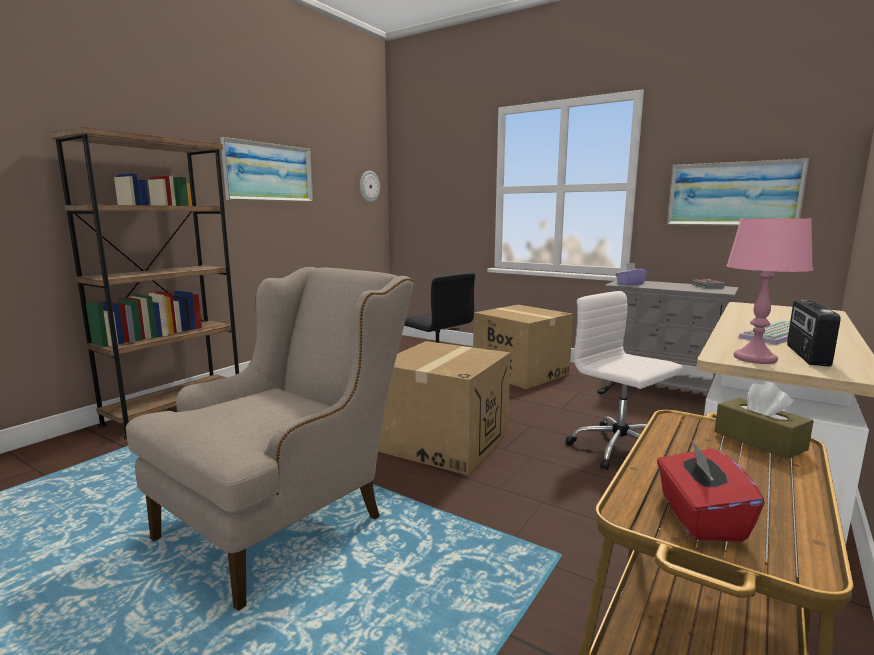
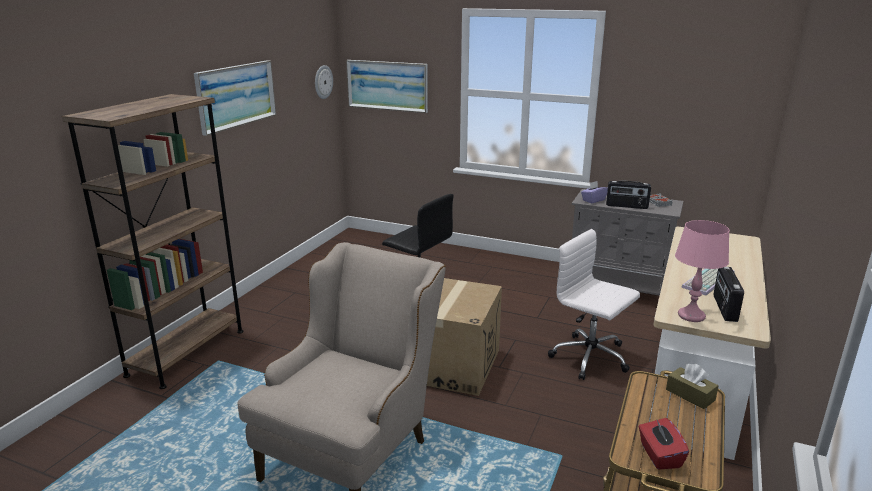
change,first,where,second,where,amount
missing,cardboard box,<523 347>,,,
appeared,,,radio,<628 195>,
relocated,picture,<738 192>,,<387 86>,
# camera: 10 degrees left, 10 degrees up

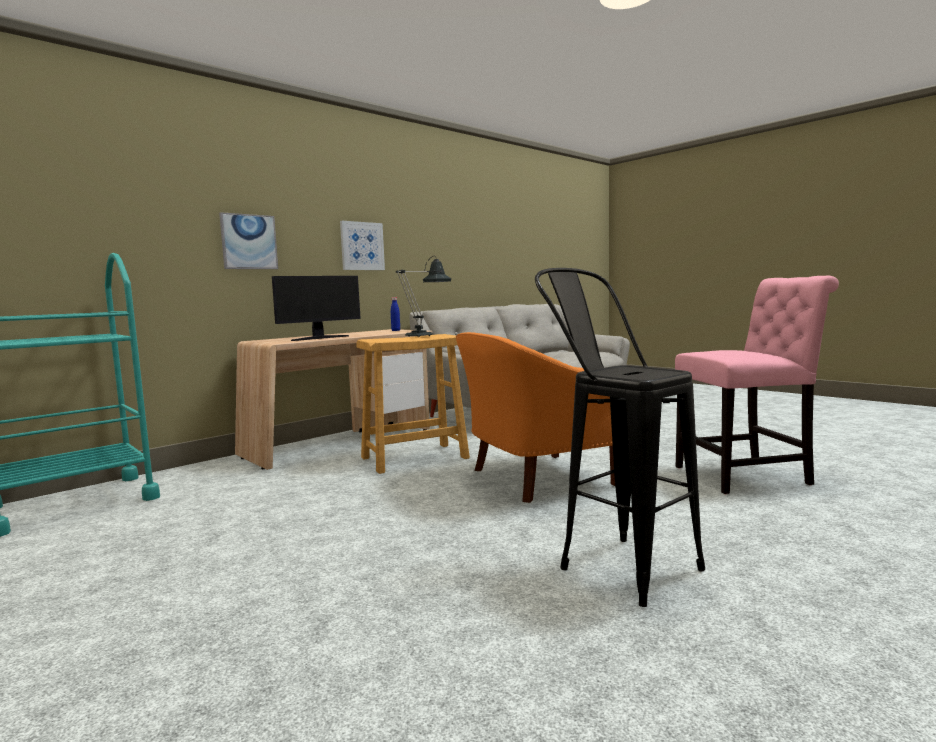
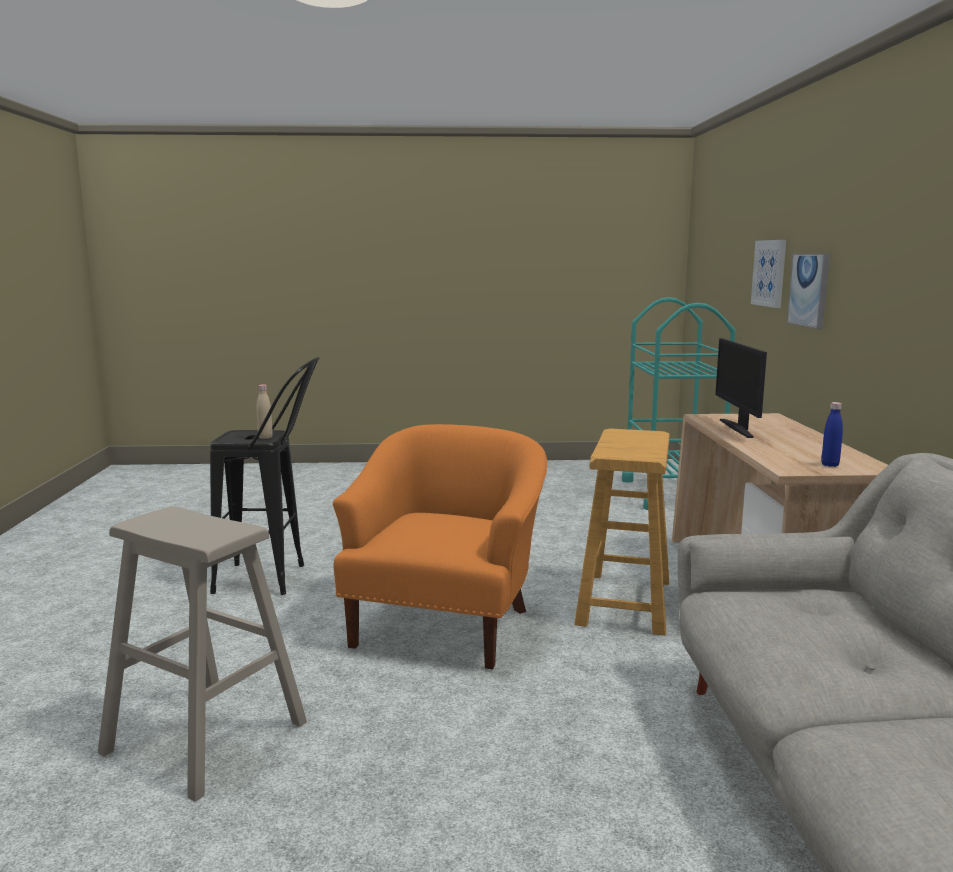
change,first,where,second,where,amount
missing,lamp for a table,<423 296>,,,
appeared,,,beige-coloured beverage bottle,<265 411>,
relocated,picture,<362 245>,,<768 274>,
exchanged,pink upright chair,<757 385>,beige-coloured sitting stool,<202 654>,
# camera: 130 degrees right, 5 degrees up

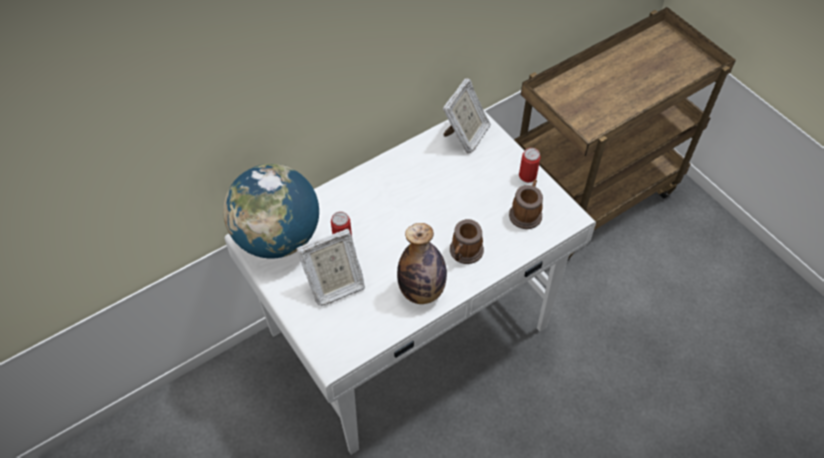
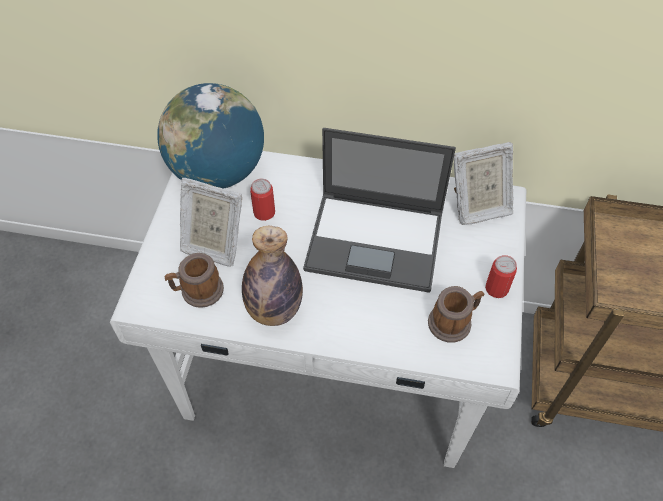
change,first,where,second,where,amount
appeared,,,notebook computer,<379 210>,
relocated,mug,<467 241>,,<194 280>,
# camera: 45 degrees right, 0 degrees up

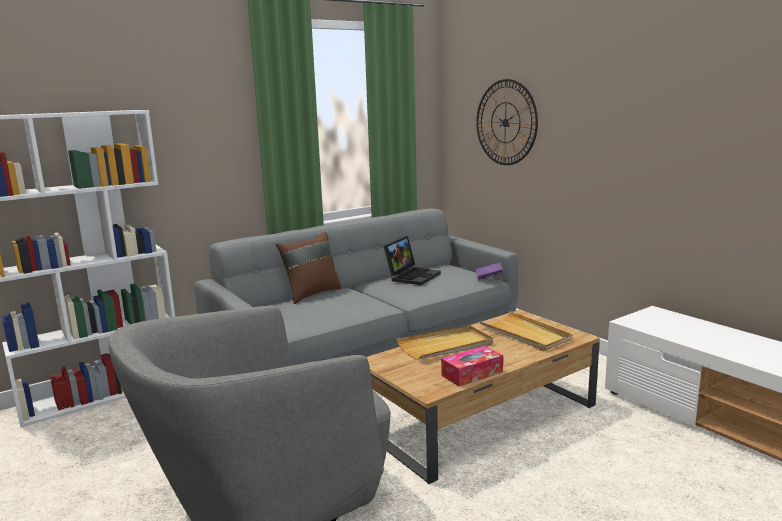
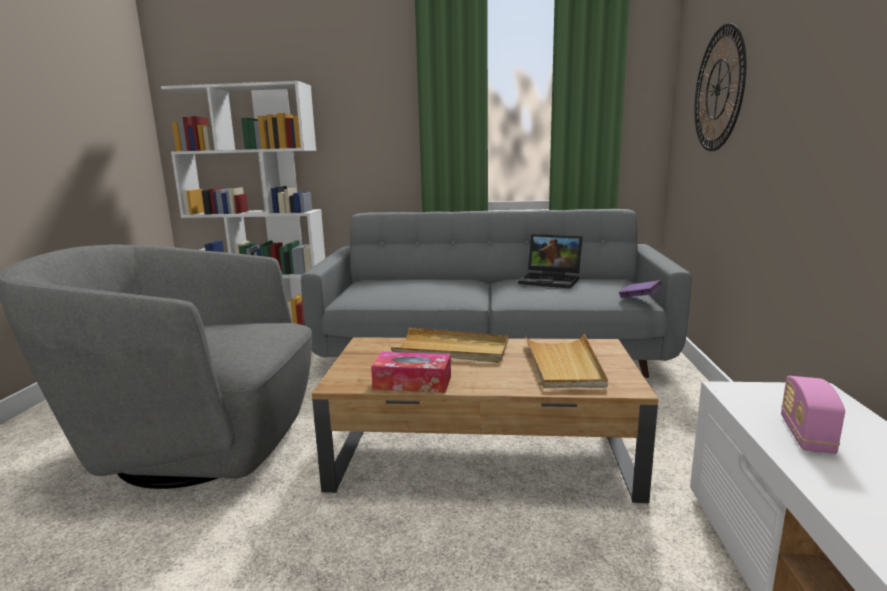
change,first,where,second,where,amount
missing,brown throw pillow,<308 267>,,,
appeared,,,radio,<813 415>,
spun,notebook computer,<412 260>,,<550 261>,45 degrees clockwise
# camera: 40 degrees right, 0 degrees up

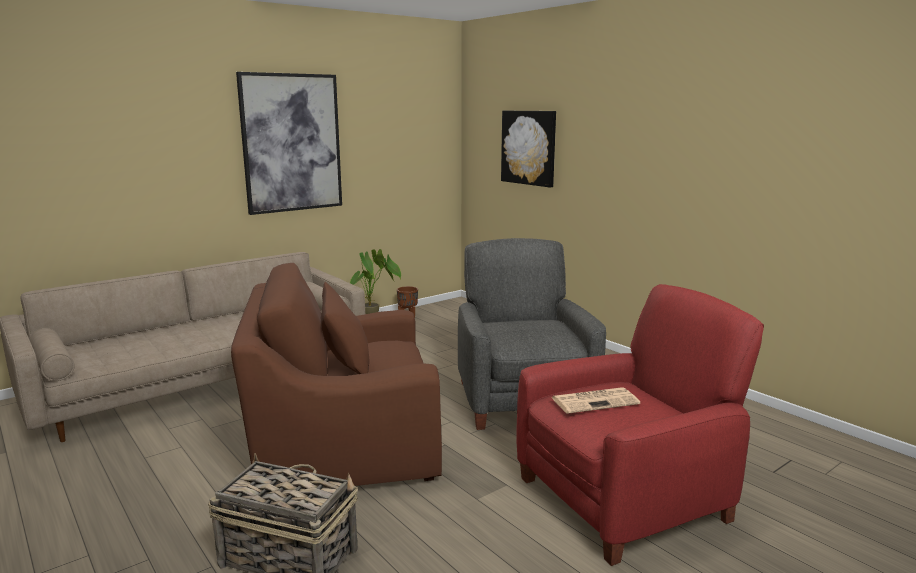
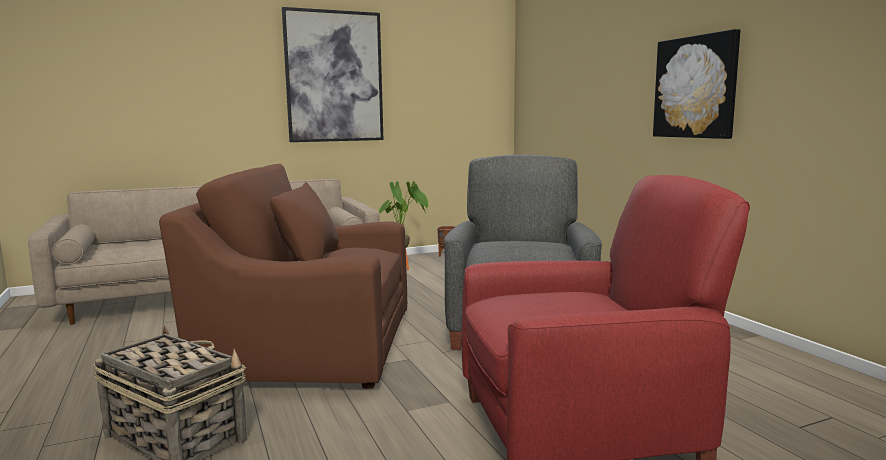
change,first,where,second,where,amount
missing,printed paper,<595 400>,,,
relocated,picture,<528 149>,,<696 84>,
# camera: 15 degrees right, 5 degrees down

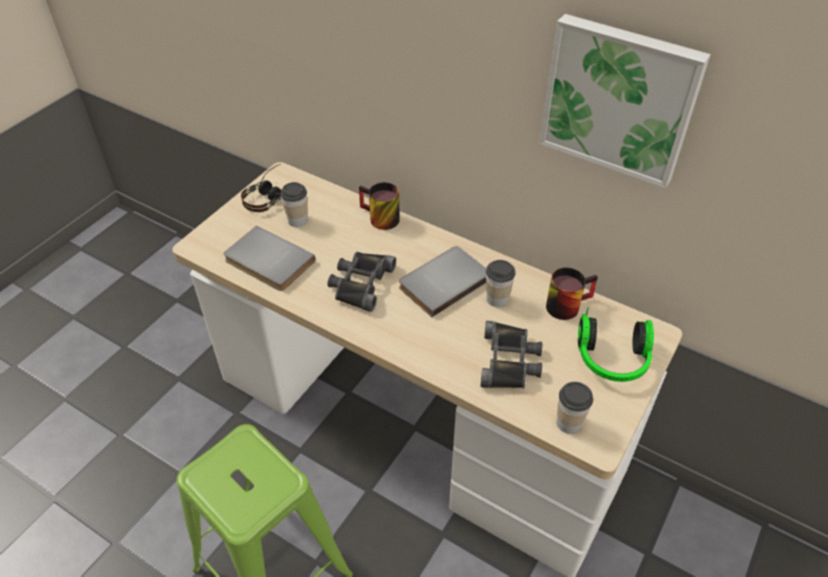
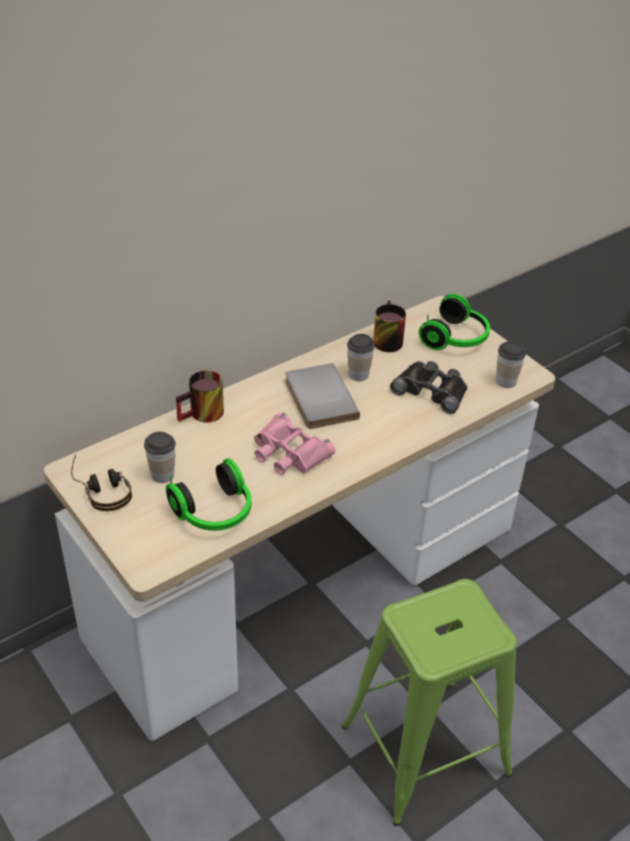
change,first,where,second,where,amount
missing,picture,<625 101>,,,
exchanged,greyish book,<269 258>,pair of headphones,<208 494>,
colour,black-coloured binoculars,<362 282>,pink binoculars,<294 443>,
# camera: 70 degrees left, 5 degrees down

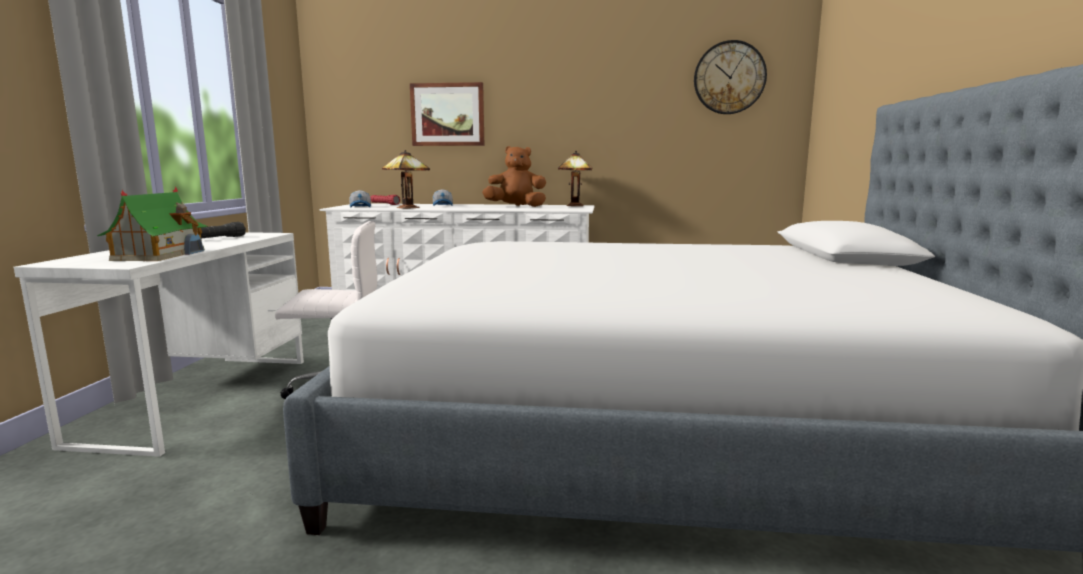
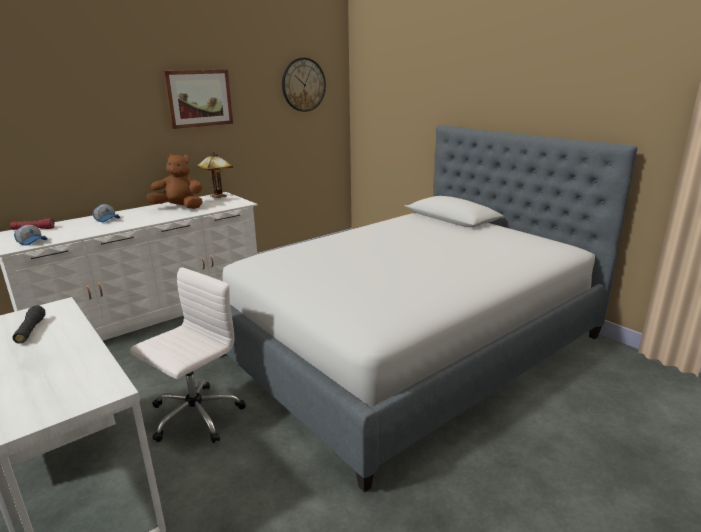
change,first,where,second,where,amount
missing,toy house,<152 224>,,,
missing,lamp for a table,<406 179>,,,
relocated,picture,<447 114>,,<198 99>,
spun,brown plush toy,<514 176>,,<174 181>,45 degrees clockwise
# camera: 45 degrees left, 10 degrees up

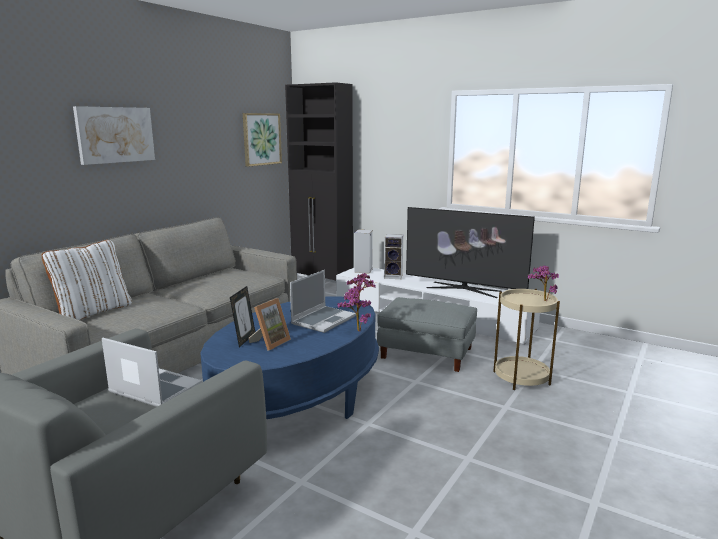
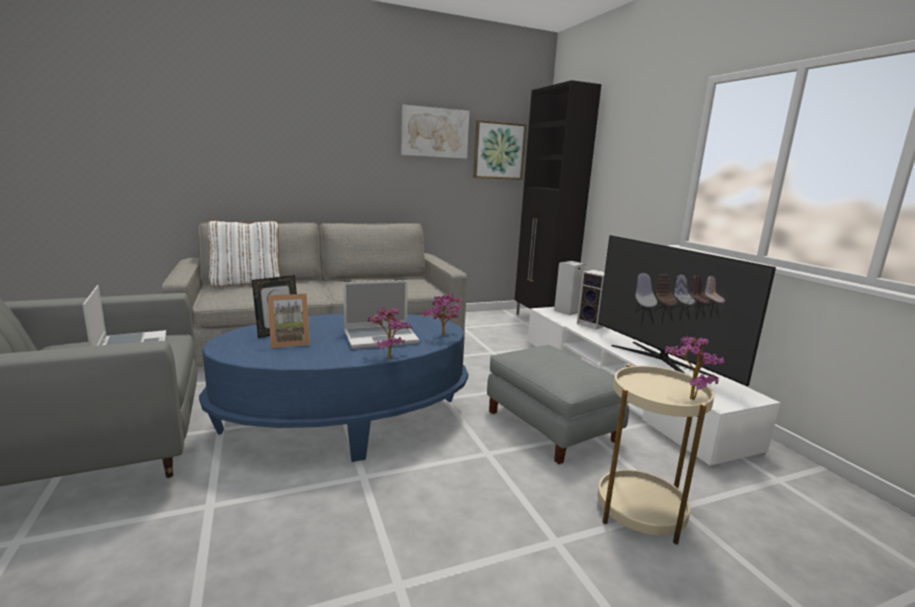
change,first,where,second,where,amount
relocated,picture,<114 135>,,<435 132>,
# camera: 35 degrees right, 0 degrees up

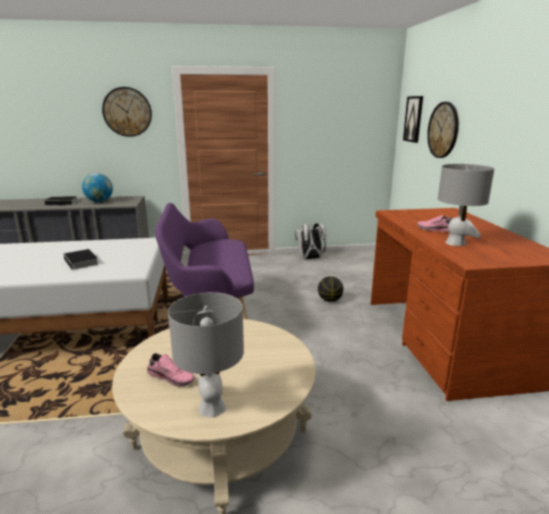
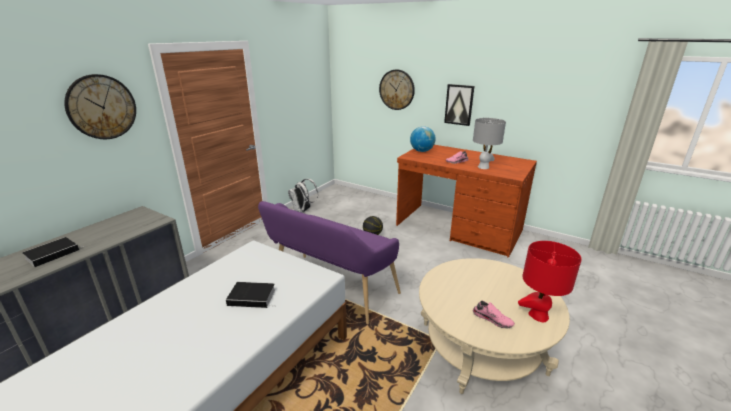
change,first,where,second,where,amount
relocated,world globe,<97 187>,,<423 139>,
relocated,picture,<413 119>,,<459 105>,
colour,greyish lamp for a table,<206 355>,red lamp for a table,<550 282>,
spun,pink low shoe,<170 370>,,<494 314>,60 degrees clockwise
# camera: 50 degrees left, 5 degrees up

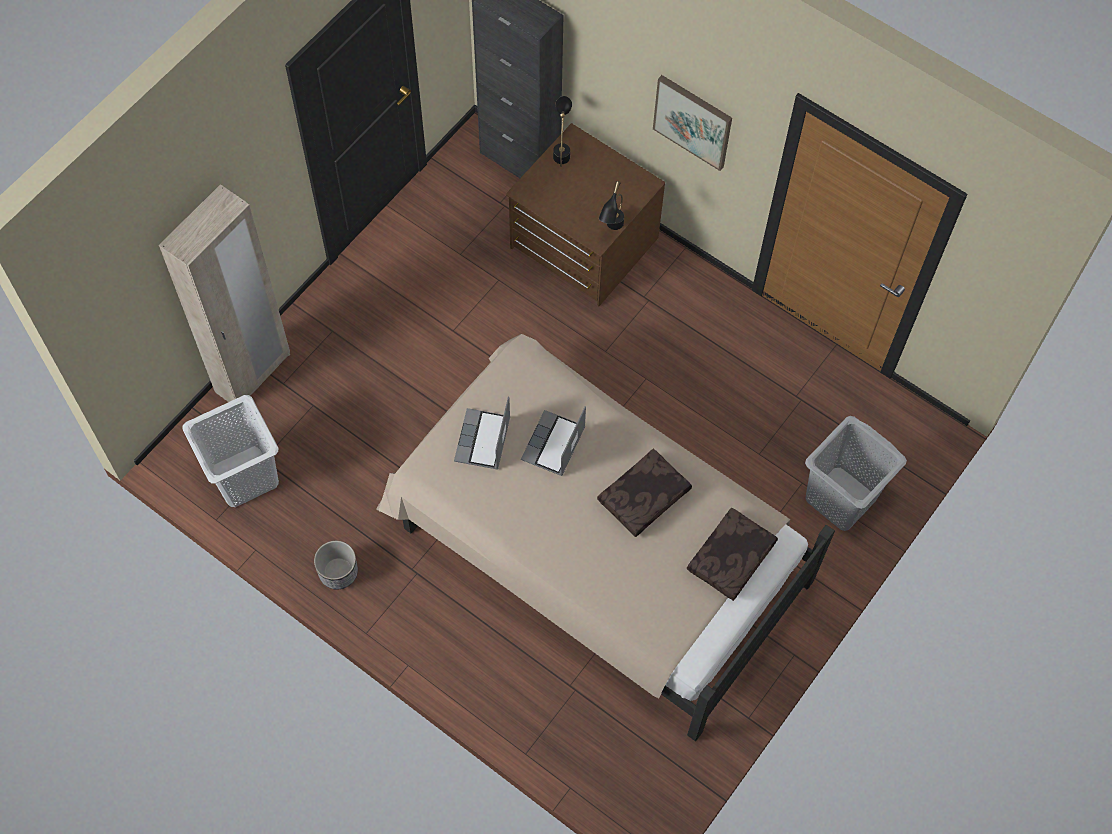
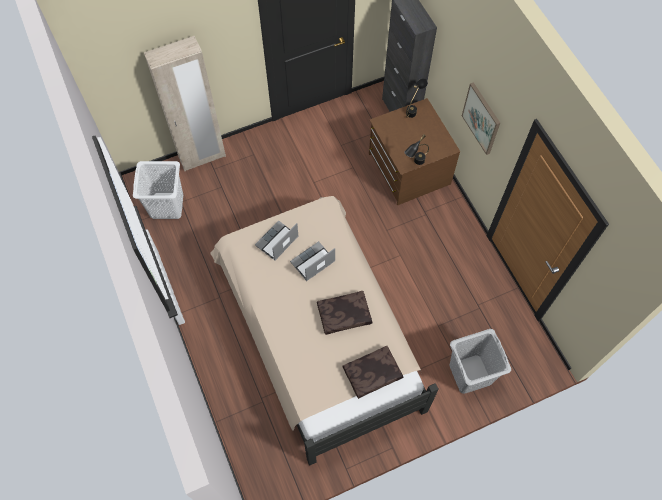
change,first,where,second,where,amount
missing,planter,<336 565>,,,
# camera: 30 degrees right, 0 degrees up

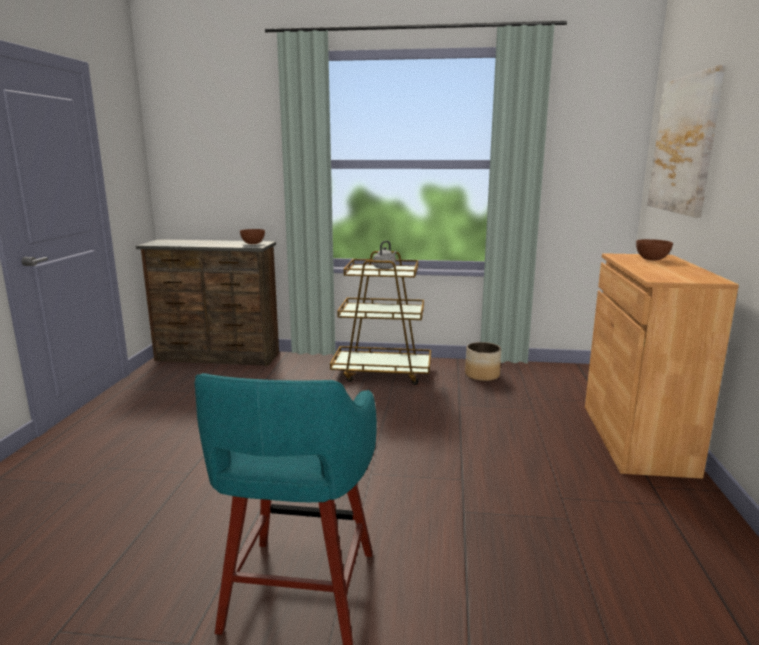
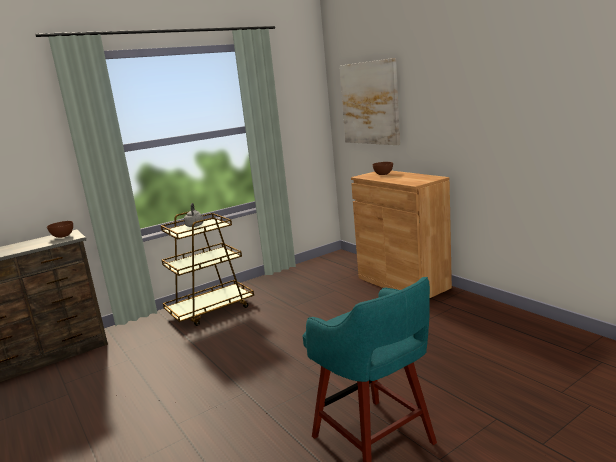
change,first,where,second,where,amount
missing,planter,<483 361>,,,
# camera: 40 degrees left, 0 degrees up

